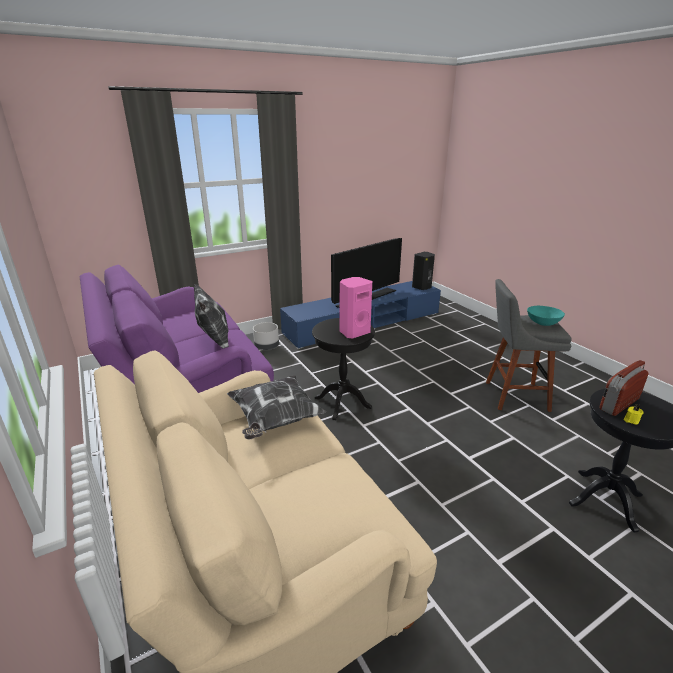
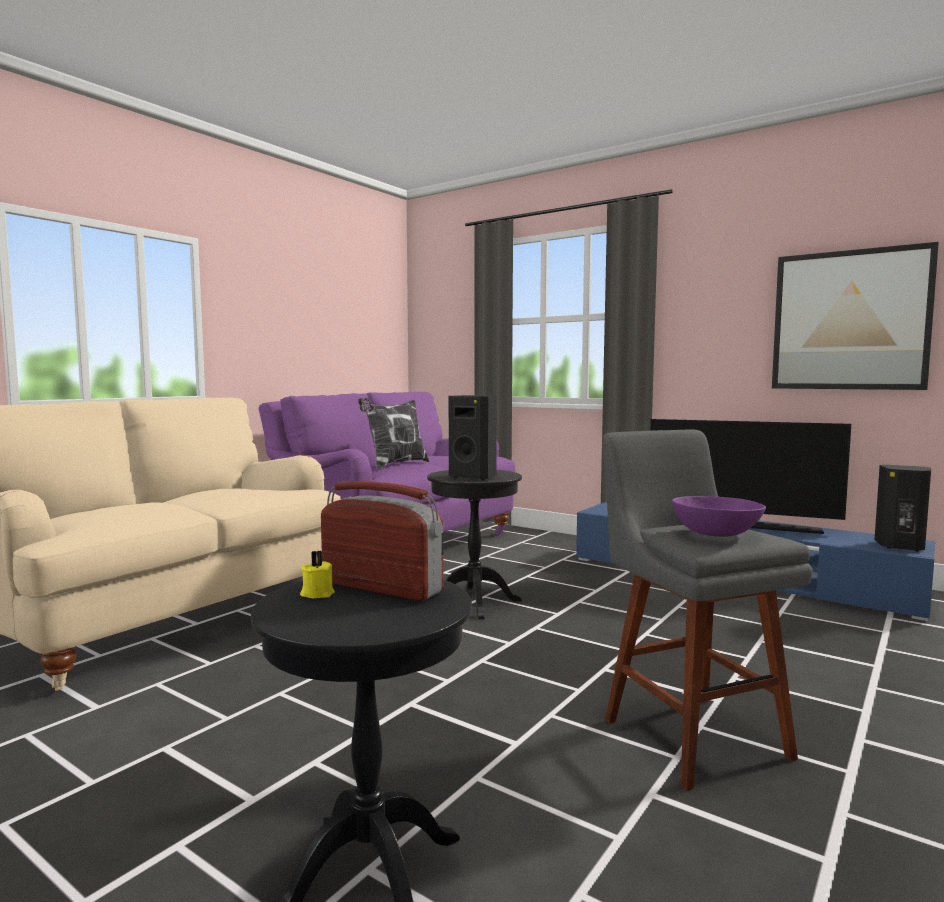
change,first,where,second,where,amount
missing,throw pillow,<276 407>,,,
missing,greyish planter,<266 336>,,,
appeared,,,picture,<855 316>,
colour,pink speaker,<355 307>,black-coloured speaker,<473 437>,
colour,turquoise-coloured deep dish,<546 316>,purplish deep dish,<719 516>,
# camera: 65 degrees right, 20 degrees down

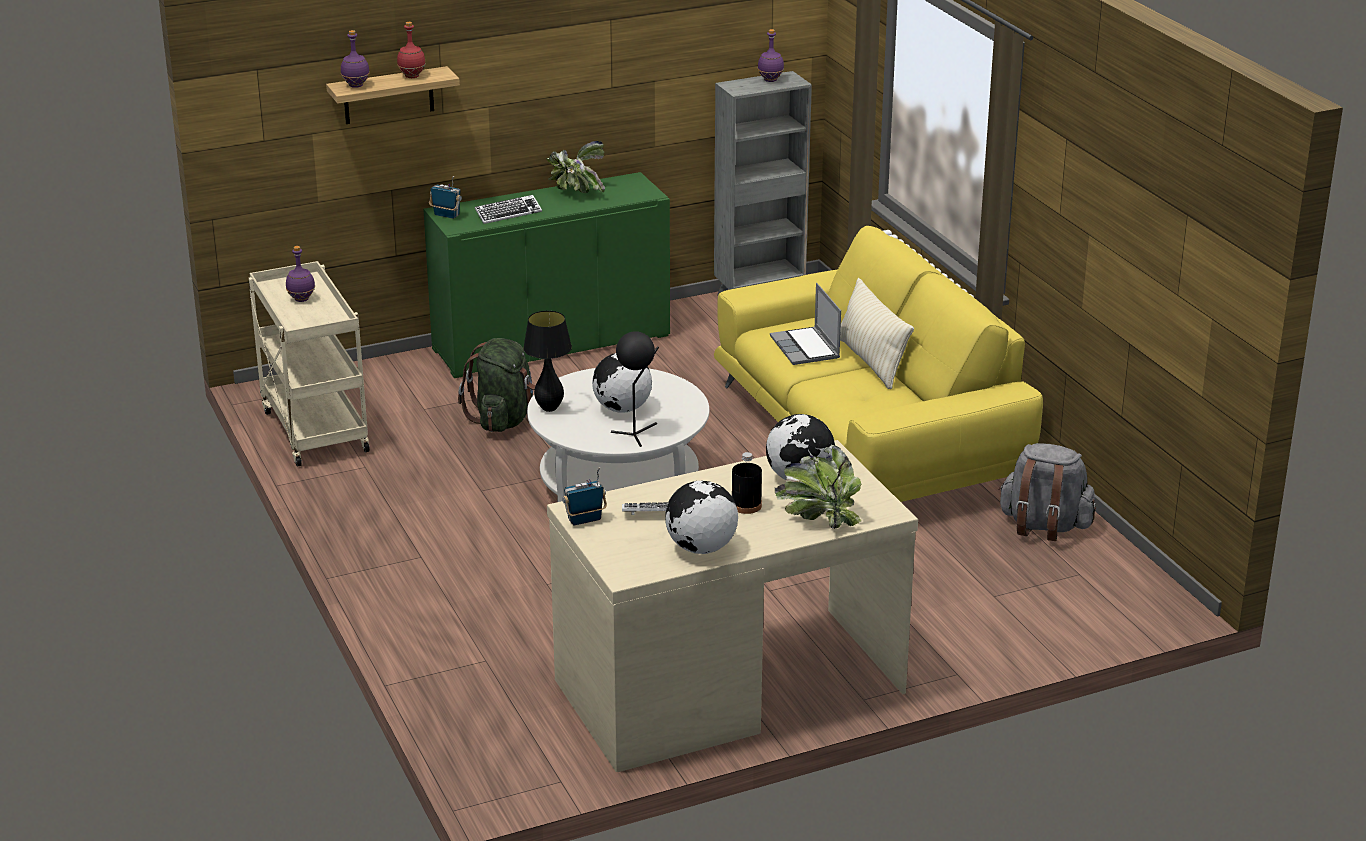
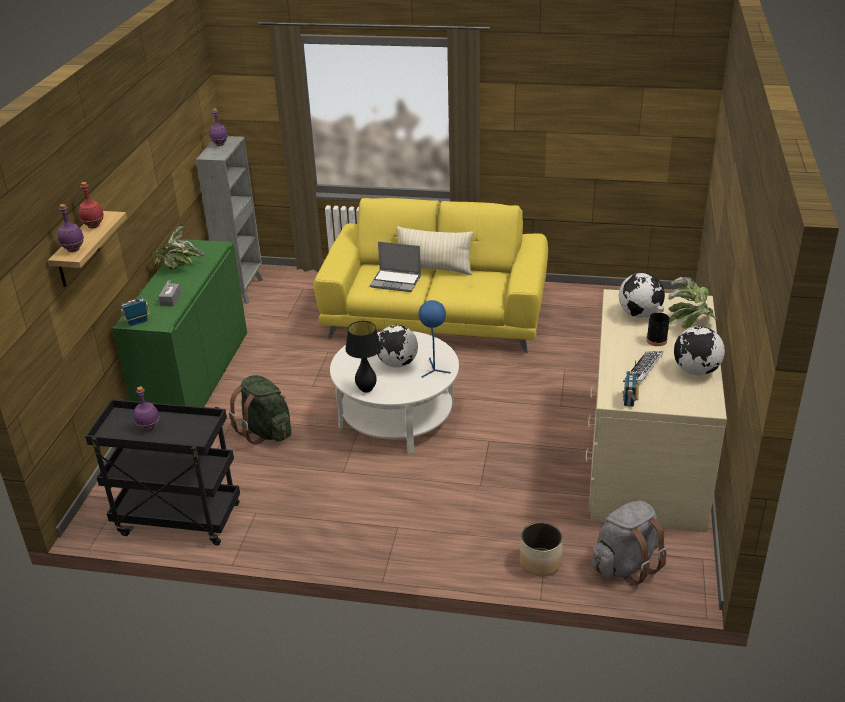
change,first,where,second,where,amount
appeared,,,planter,<541 549>,
relocated,greyish knapsack,<1047 492>,,<629 543>,
exchanged,keyboard,<508 209>,greyish tissue holder,<169 293>,
colour,beige-coloured trolley,<309 364>,black-coloured trolley,<162 472>,
colour,black-coloured lamp for a table,<635 389>,bluish lamp for a table,<434 339>,
# camera: 55 degrees left, 5 degrees up

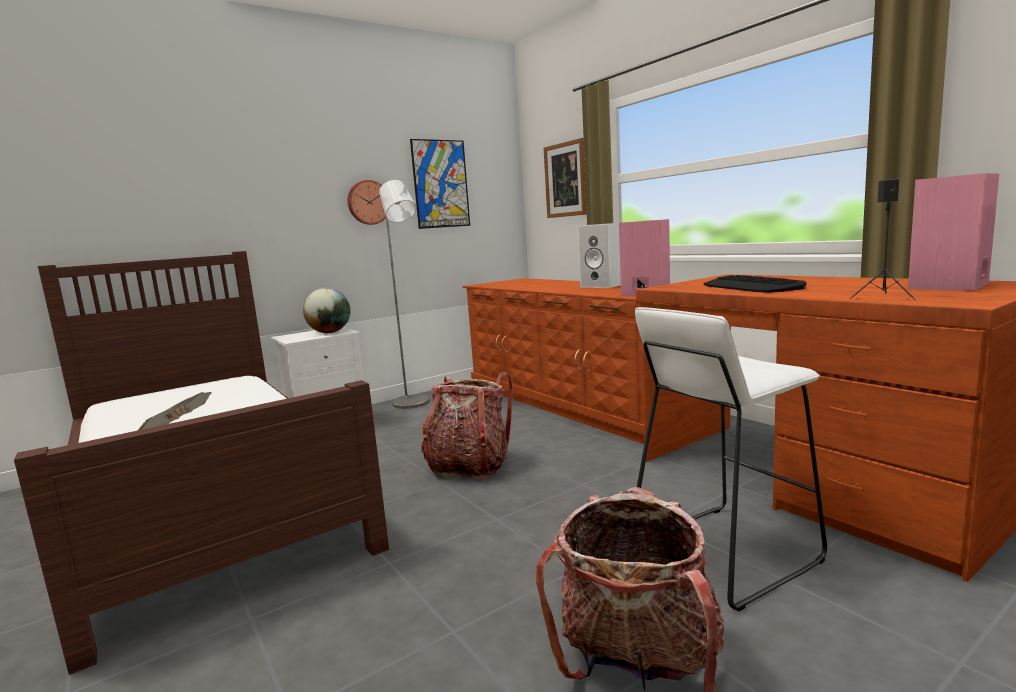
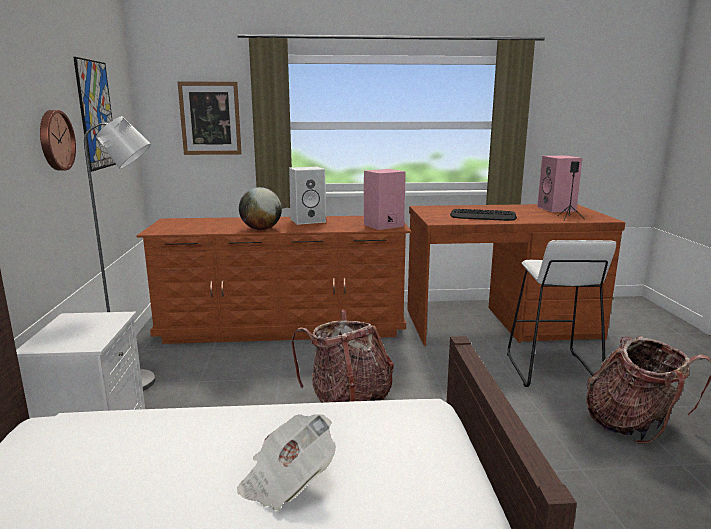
change,first,where,second,where,amount
relocated,world globe,<327 310>,,<260 208>,
# camera: 60 degrees left, 5 degrees up

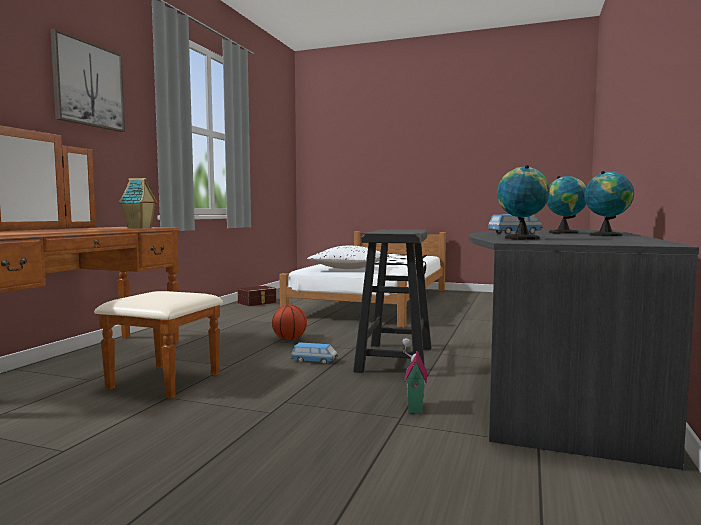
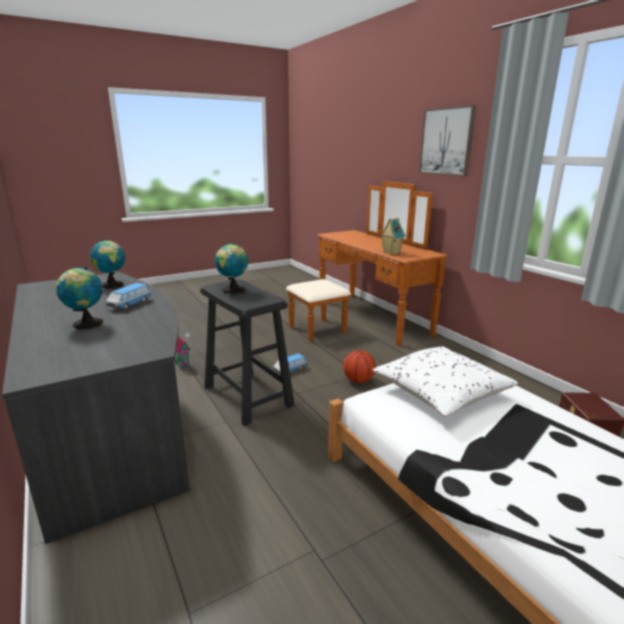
change,first,where,second,where,amount
relocated,world globe,<609 203>,,<231 268>,
# camera: 130 degrees right, 15 degrees up

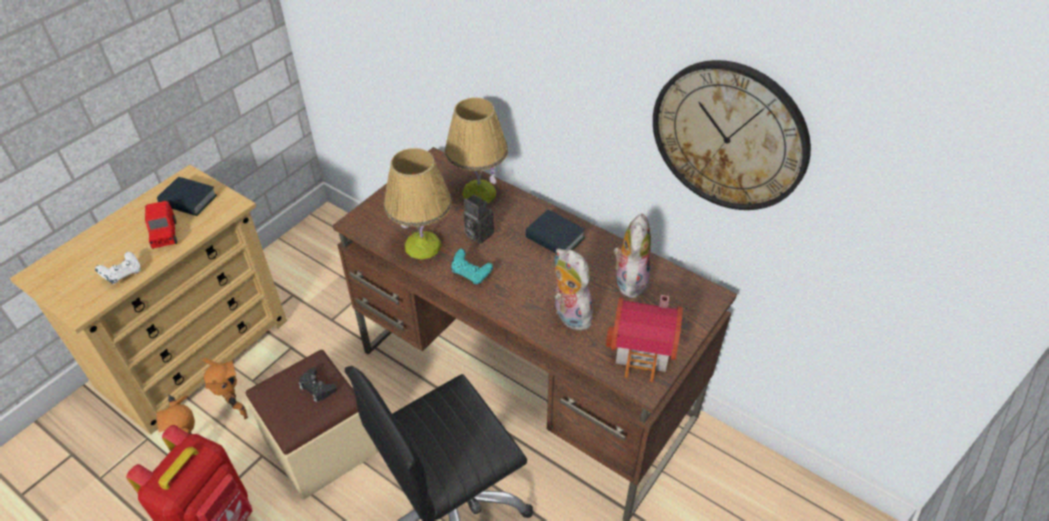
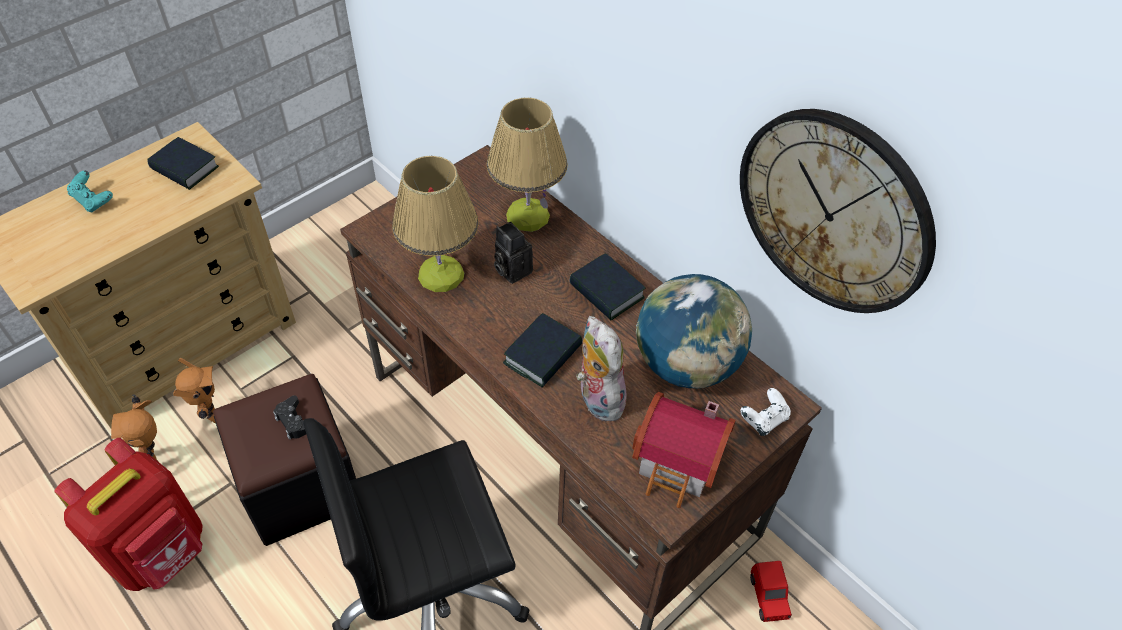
change,first,where,second,where,amount
appeared,,,book,<542 350>,
relocated,white joypad,<118 268>,,<765 412>,
relocated,red toy car,<161 225>,,<771 591>,
relocated,turquoise-coloured joypad,<472 266>,,<90 191>,
exchanged,plush toy,<632 255>,world globe,<694 331>,
colour,beige-coloured footrest,<311 424>,black-coloured footrest,<284 460>,
# camera: 10 degrees right, 5 degrees up

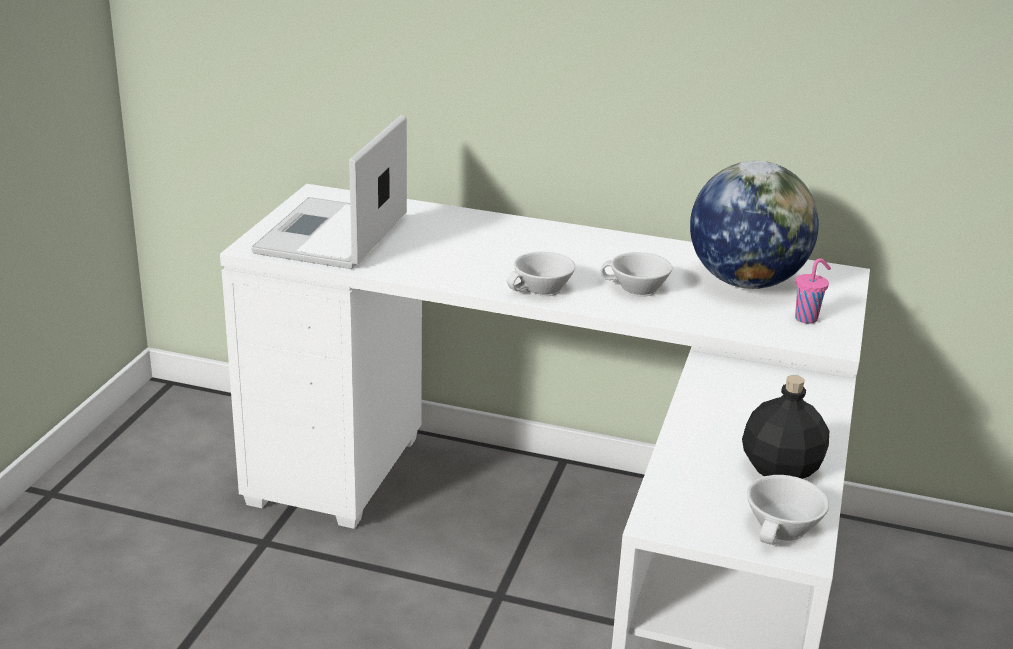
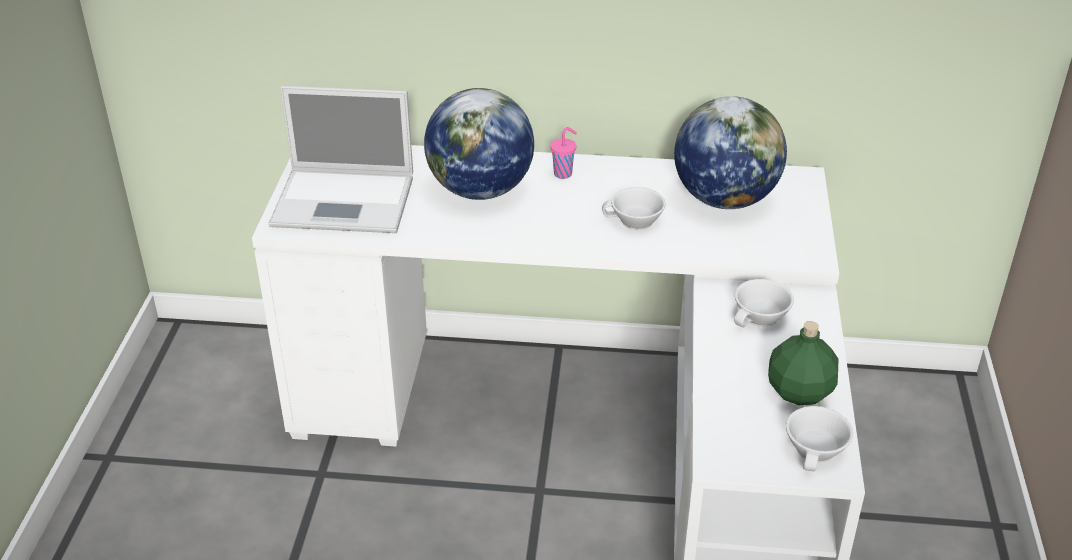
change,first,where,second,where,amount
appeared,,,world globe,<479 144>,
relocated,white drinking cup,<541 274>,,<764 303>,
relocated,pink drinking cup,<813 291>,,<563 153>,
colour,black-coloured beverage bottle,<785 427>,green beverage bottle,<803 363>,
spun,notebook computer,<329 192>,,<341 159>,90 degrees counterclockwise
# camera: 10 degrees left, 10 degrees up

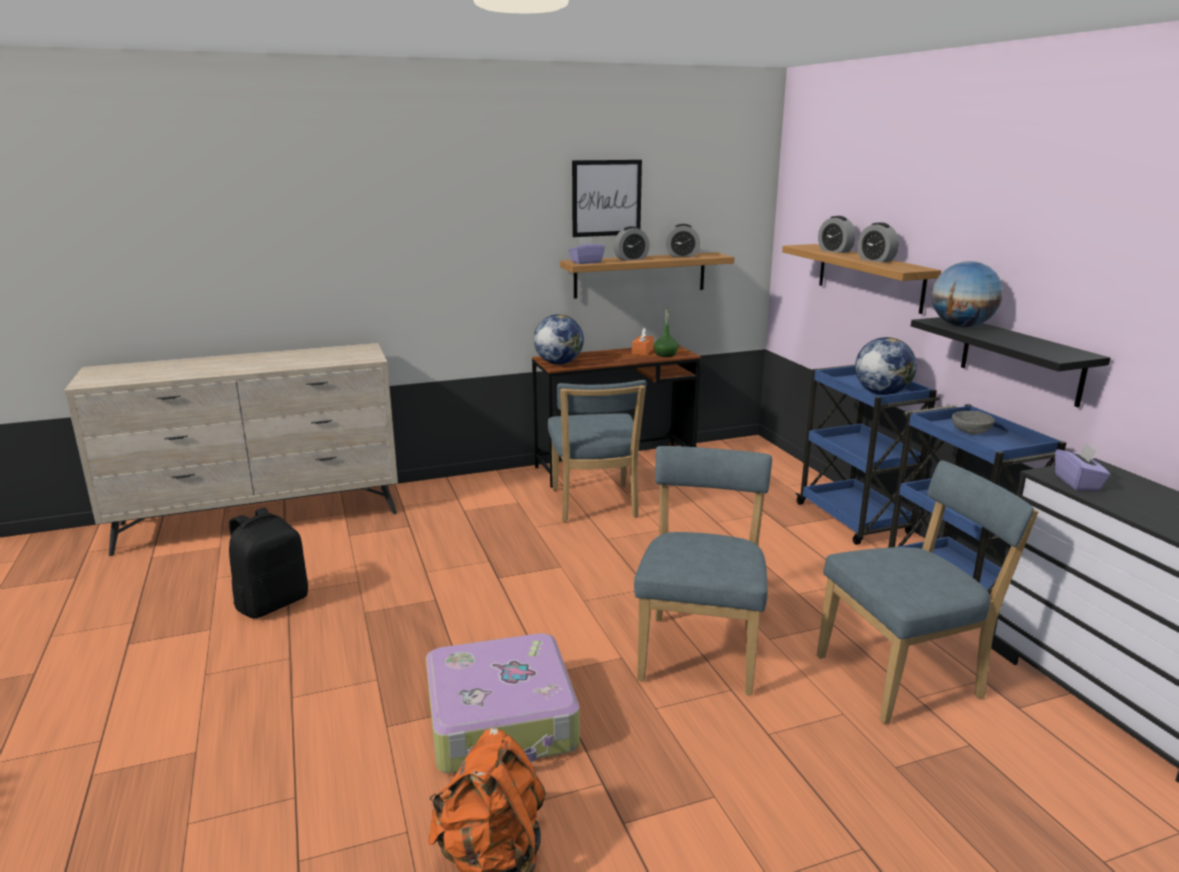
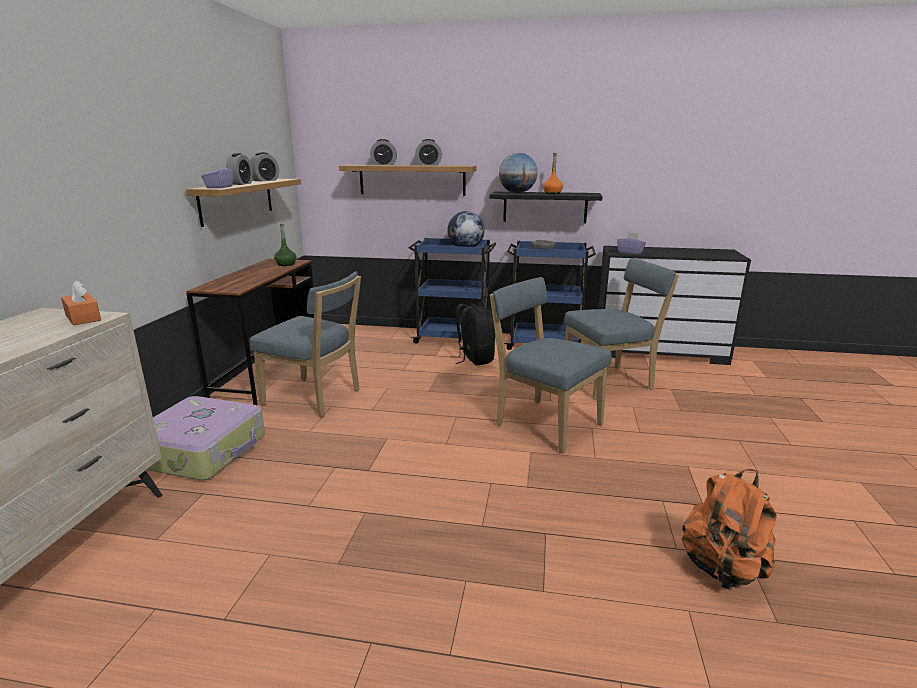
change,first,where,second,where,amount
missing,world globe,<559 339>,,,
missing,picture,<607 198>,,,
appeared,,,orange beverage bottle,<553 173>,
relocated,black-coloured knapsack,<268 562>,,<472 334>,
relocated,travel case,<503 703>,,<206 438>,
relocated,orange tissue holder,<643 341>,,<81 302>,
spun,bluish upright chair,<927 592>,,<621 329>,60 degrees clockwise
# camera: 60 degrees left, 0 degrees up

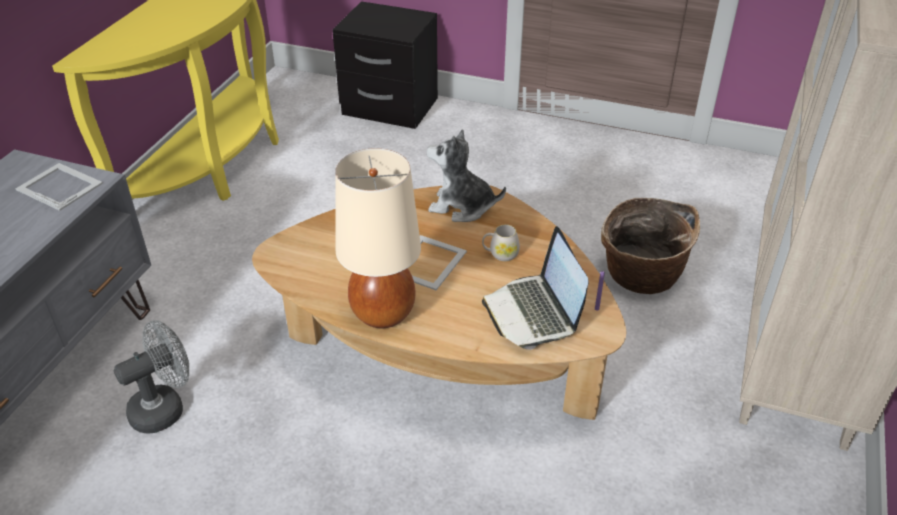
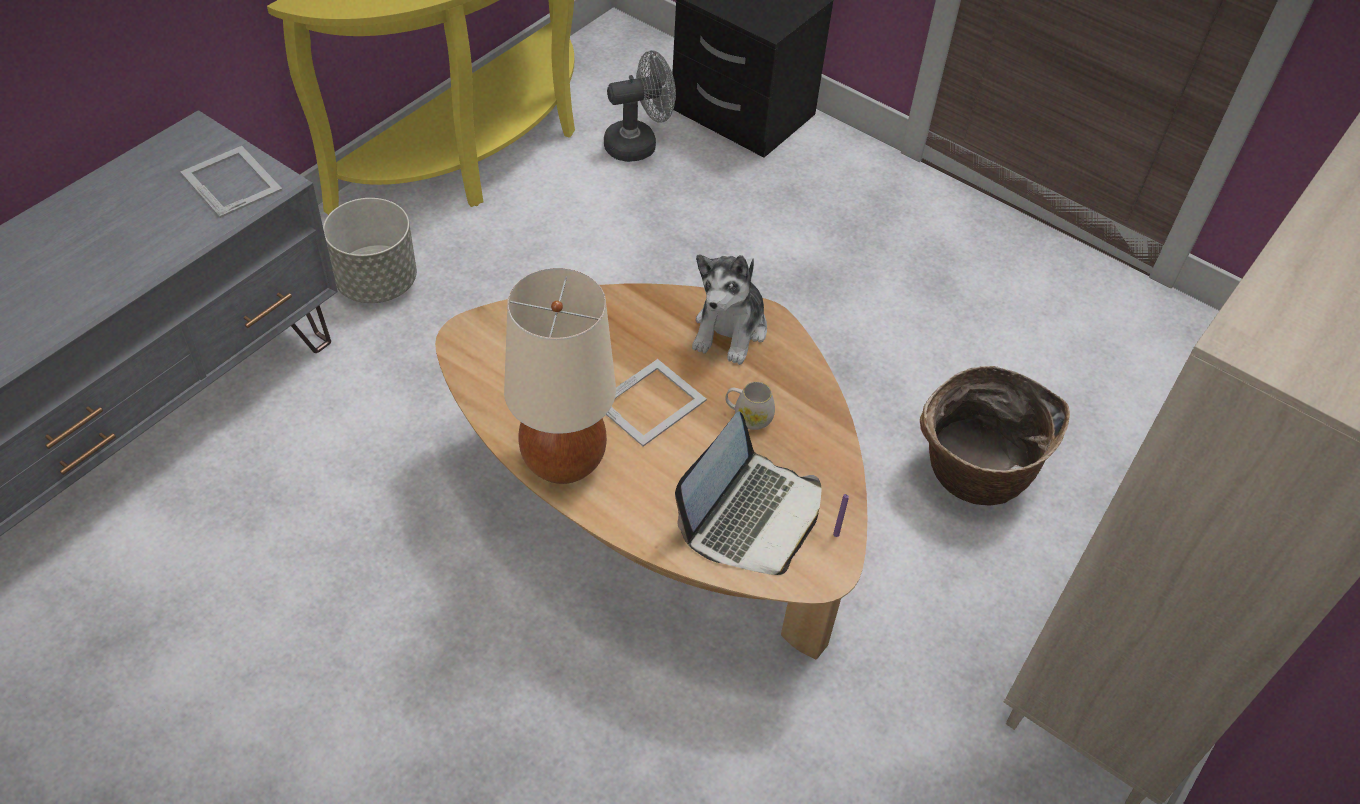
change,first,where,second,where,amount
appeared,,,greyish planter,<370 250>,
relocated,greyish cooling fan,<151 376>,,<640 106>,
spun,plush toy,<466 175>,,<729 310>,105 degrees counterclockwise
spun,notebook computer,<535 288>,,<748 493>,150 degrees counterclockwise
# camera: 15 degrees right, 10 degrees up

